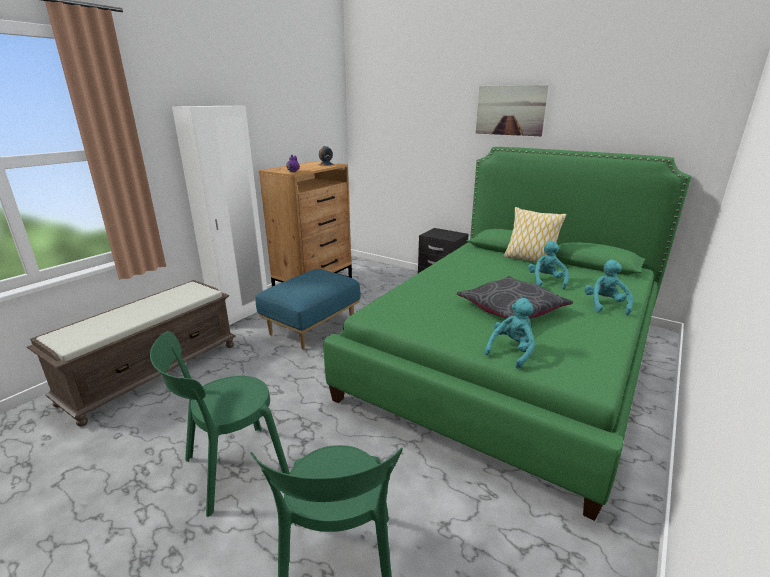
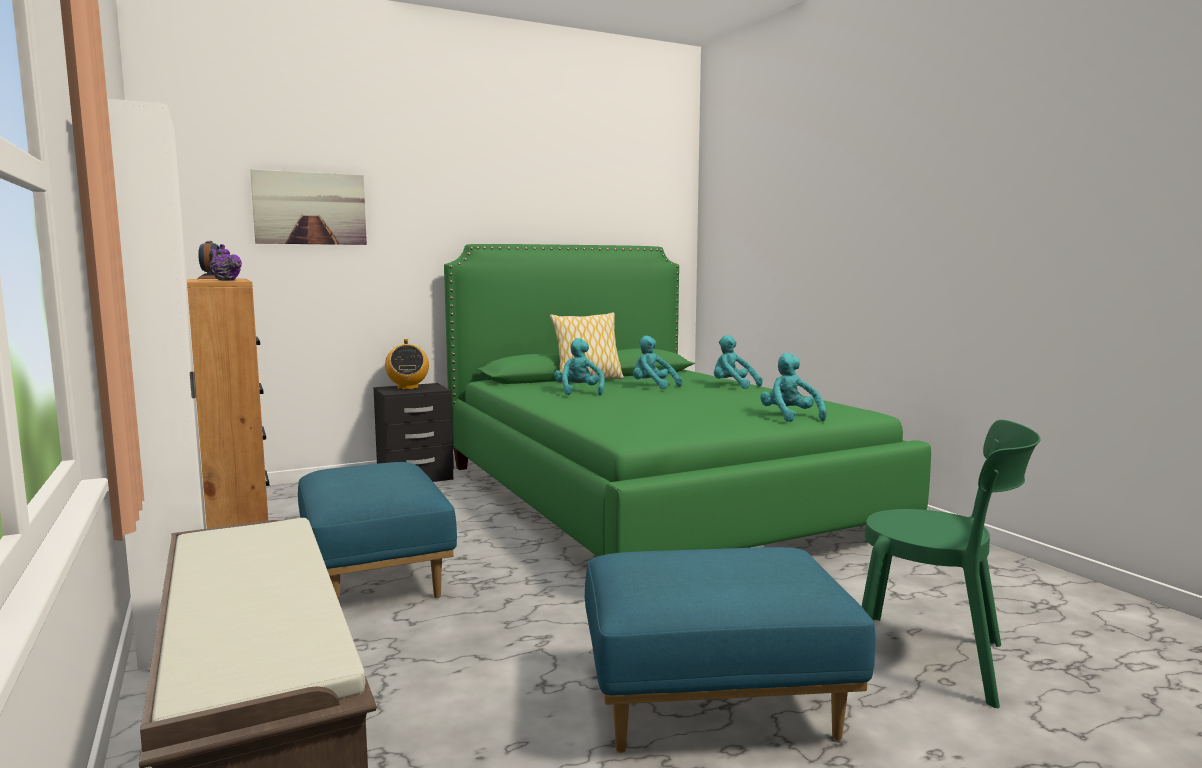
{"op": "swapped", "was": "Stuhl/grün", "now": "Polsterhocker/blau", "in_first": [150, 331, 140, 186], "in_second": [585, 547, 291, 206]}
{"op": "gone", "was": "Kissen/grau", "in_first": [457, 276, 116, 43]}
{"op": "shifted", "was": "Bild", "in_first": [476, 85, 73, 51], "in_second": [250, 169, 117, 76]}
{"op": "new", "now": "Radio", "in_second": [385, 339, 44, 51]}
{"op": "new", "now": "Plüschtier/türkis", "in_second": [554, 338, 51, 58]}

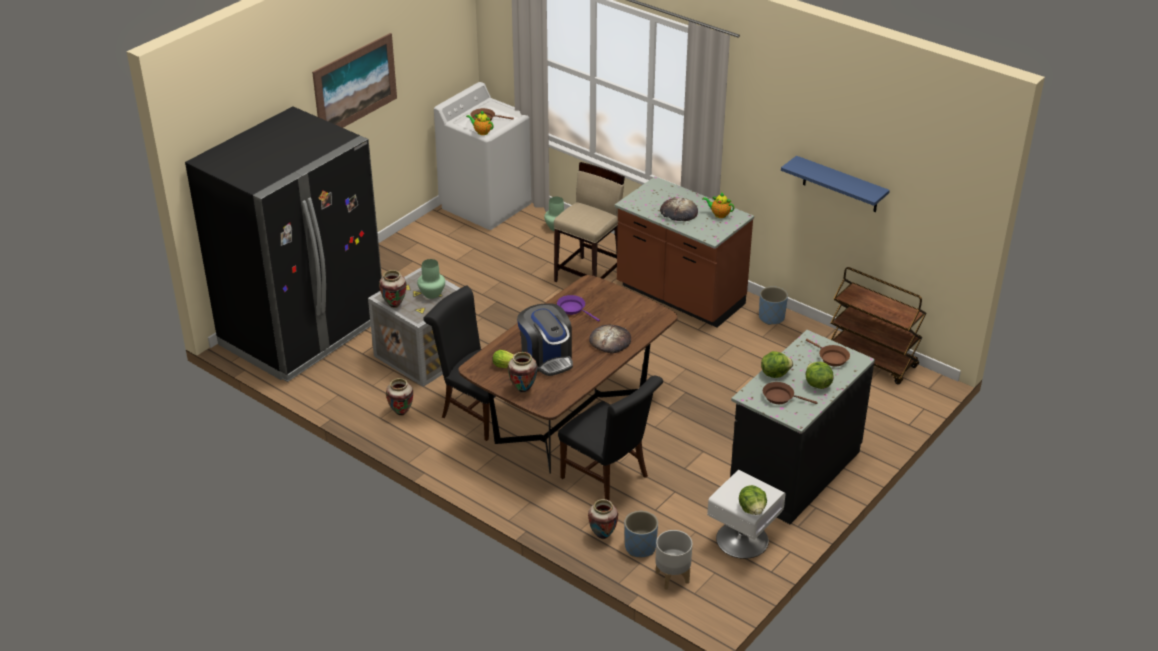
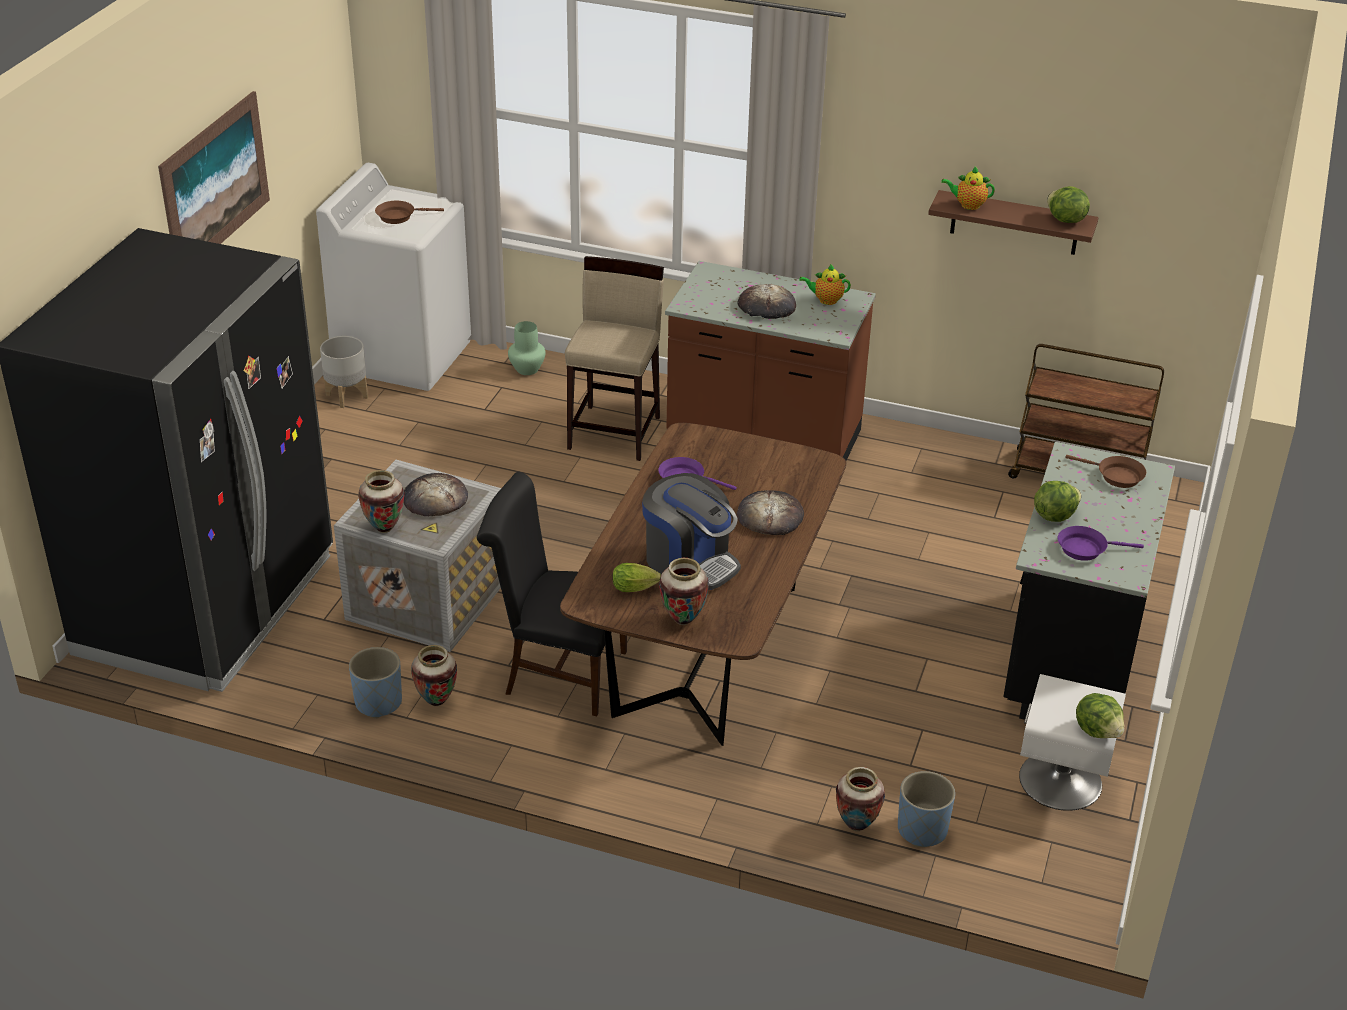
{"op": "swapped", "was": "Vase/grün", "now": "Brot", "in_first": [417, 259, 28, 40], "in_second": [404, 473, 64, 43]}
{"op": "shifted", "was": "Teekanne", "in_first": [466, 111, 28, 24], "in_second": [941, 167, 54, 43]}
{"op": "gone", "was": "Stuhl/schwarz", "in_first": [558, 376, 105, 125]}
{"op": "shifted", "was": "Pflanzkübel/grau", "in_first": [655, 530, 38, 60], "in_second": [320, 336, 48, 72]}
{"op": "shifted", "was": "Pflanzkübel/blau", "in_first": [759, 286, 29, 39], "in_second": [349, 647, 53, 71]}
{"op": "repainted", "was": "Pfanne/braun", "now": "Pfanne/lila", "in_first": [763, 382, 55, 22], "in_second": [1057, 526, 87, 35]}
{"op": "repainted", "was": "Wandregal/blau", "now": "Wandregal/braun", "in_first": [781, 156, 109, 56], "in_second": [928, 190, 171, 65]}
{"op": "shifted", "was": "Salatkopf", "in_first": [805, 362, 29, 27], "in_second": [1047, 186, 43, 37]}

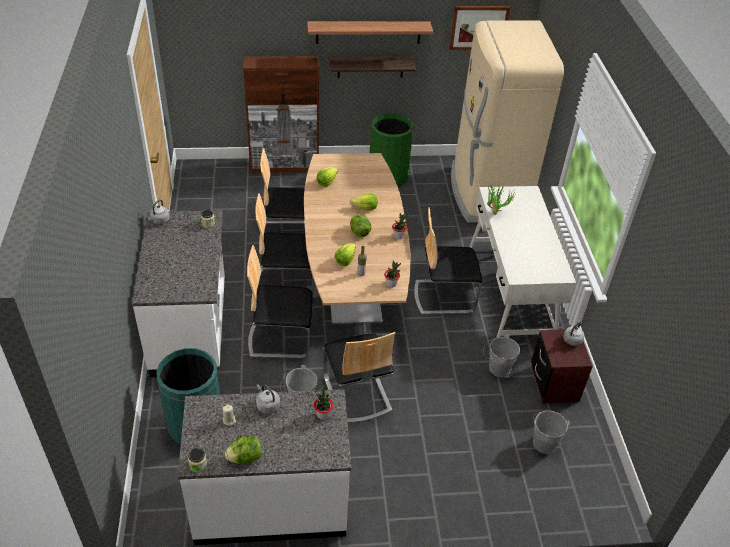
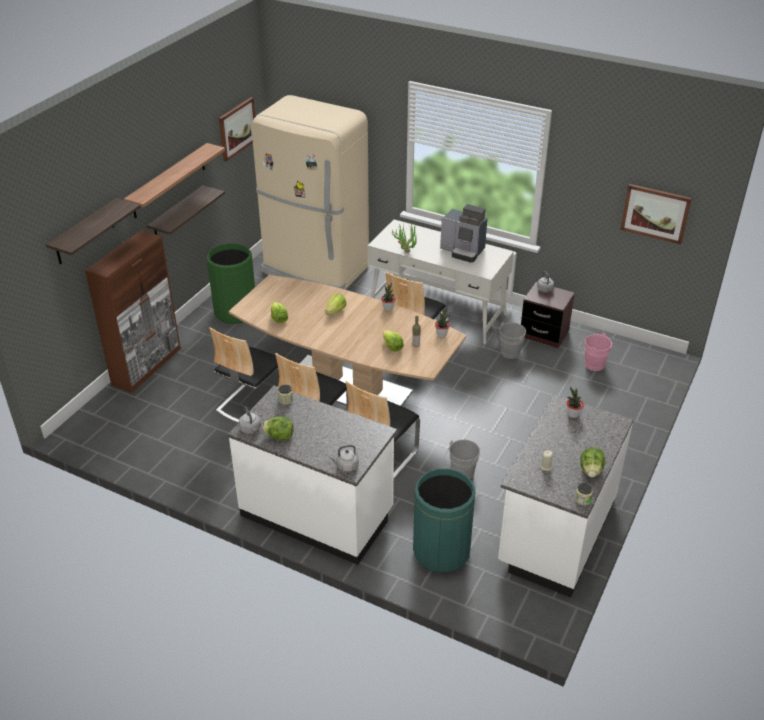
{"op": "shifted", "was": "Wasserkessel/grau", "in_first": [256, 384, 24, 30], "in_second": [329, 445, 30, 27]}
{"op": "gone", "was": "Stuhl", "in_first": [323, 332, 72, 91]}
{"op": "shifted", "was": "Salatkopf", "in_first": [350, 214, 21, 23], "in_second": [262, 416, 32, 24]}
{"op": "repainted", "was": "Eimer/grau", "now": "Eimer/rosa", "in_first": [533, 410, 37, 44], "in_second": [579, 332, 33, 39]}
{"op": "new", "now": "Wandregal", "in_second": [46, 198, 95, 66]}
{"op": "new", "now": "Kaffeemaschine", "in_second": [440, 204, 47, 59]}
{"op": "new", "now": "Bild", "in_second": [620, 184, 72, 60]}

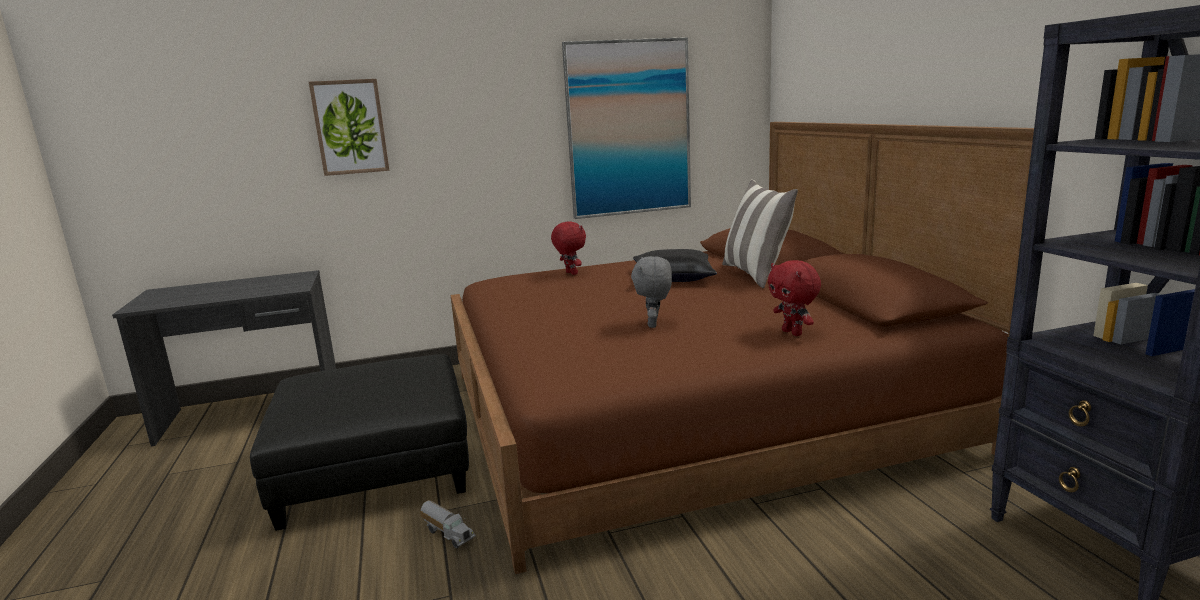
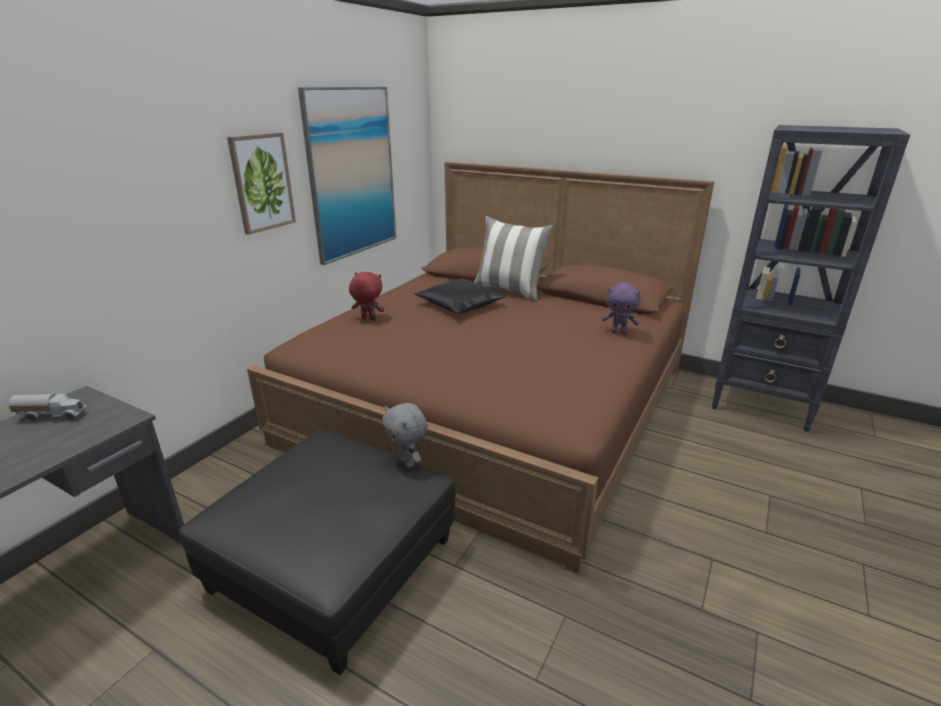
{"op": "shifted", "was": "Bild", "in_first": [309, 79, 80, 97], "in_second": [227, 132, 69, 103]}
{"op": "shifted", "was": "Spielzeuglaster", "in_first": [420, 500, 56, 48], "in_second": [9, 393, 79, 28]}
{"op": "shifted", "was": "Plüschtier/grau", "in_first": [631, 256, 41, 72], "in_second": [382, 403, 46, 65]}
{"op": "repainted", "was": "Plüschtier/rot", "now": "Plüschtier/lila", "in_first": [768, 260, 53, 76], "in_second": [602, 283, 39, 51]}

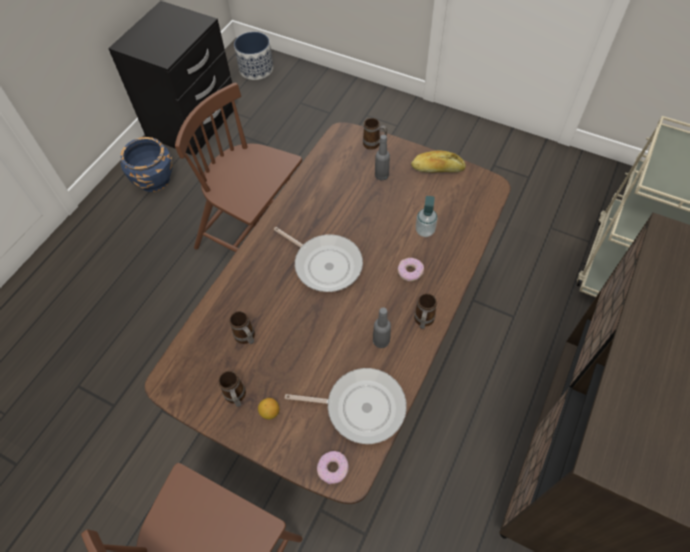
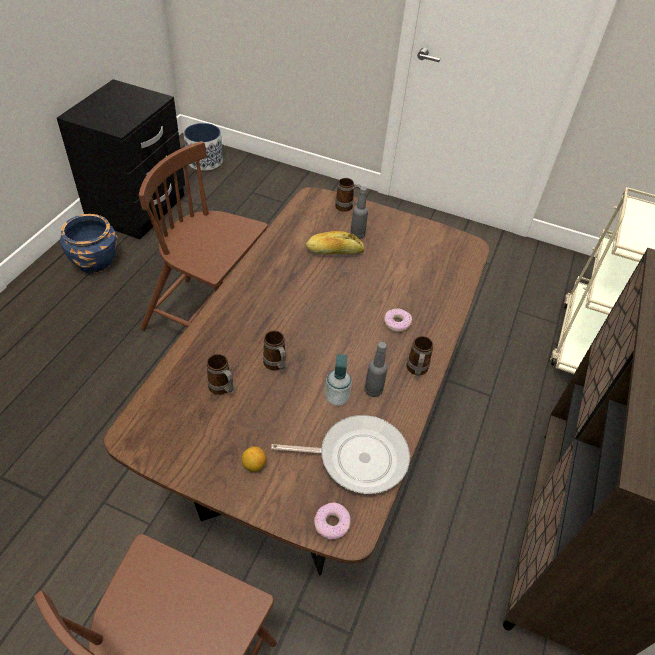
{"op": "shifted", "was": "Henkelbecher", "in_first": [218, 371, 28, 36], "in_second": [263, 330, 23, 40]}
{"op": "gone", "was": "Pfanne", "in_first": [274, 227, 89, 65]}
{"op": "shifted", "was": "Brot", "in_first": [411, 150, 54, 23], "in_second": [306, 231, 58, 24]}
{"op": "shifted", "was": "Seifenspender", "in_first": [415, 196, 23, 41], "in_second": [325, 354, 27, 52]}

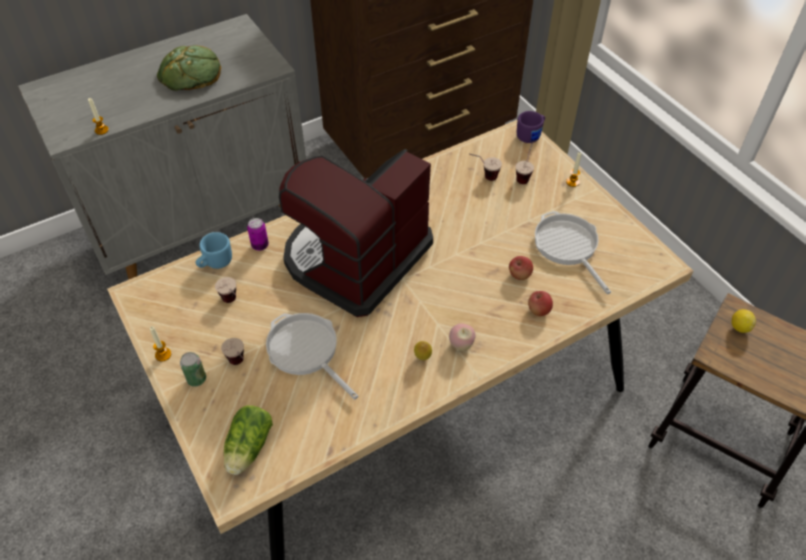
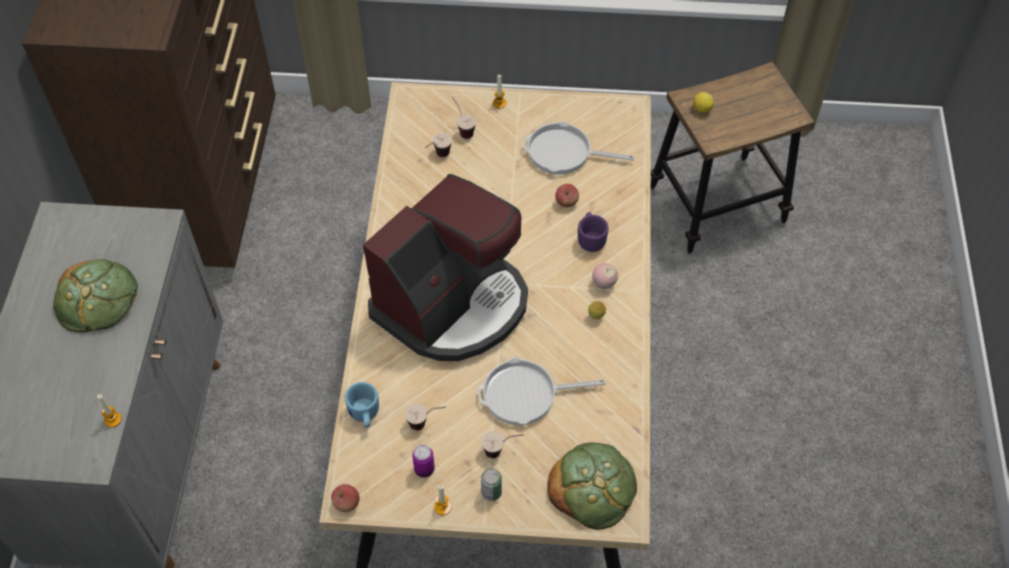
{"op": "swapped", "was": "Salatkopf", "now": "Brot", "in_first": [224, 405, 49, 70], "in_second": [547, 443, 90, 87]}
{"op": "shifted", "was": "Dose", "in_first": [247, 218, 22, 33], "in_second": [412, 445, 23, 33]}
{"op": "rotated", "was": "Kaffeemaschine", "in_first": [279, 149, 154, 168], "in_second": [363, 174, 165, 187], "clockwise": -120}
{"op": "shifted", "was": "Henkelbecher/lila", "in_first": [517, 111, 28, 32], "in_second": [578, 212, 31, 40]}
{"op": "shifted", "was": "Apfel", "in_first": [528, 291, 25, 25], "in_second": [331, 484, 29, 28]}

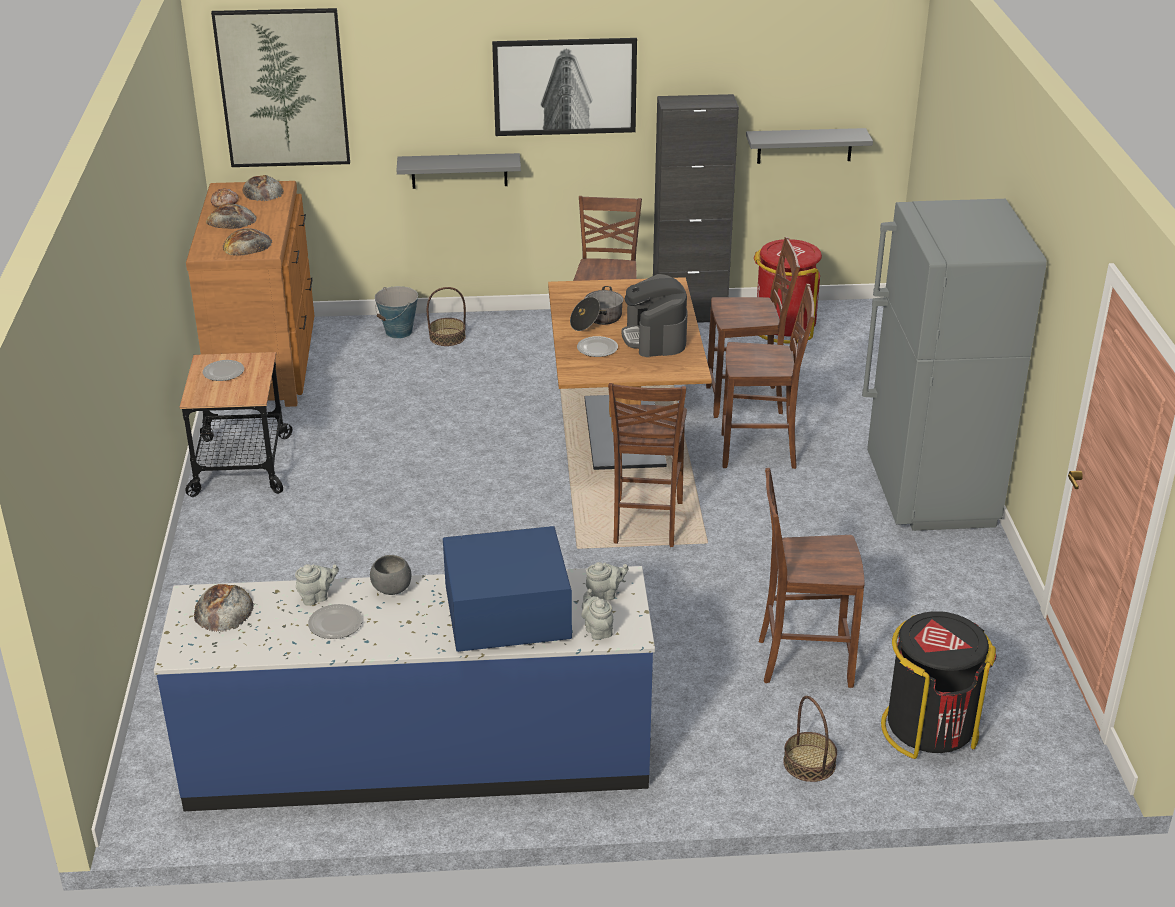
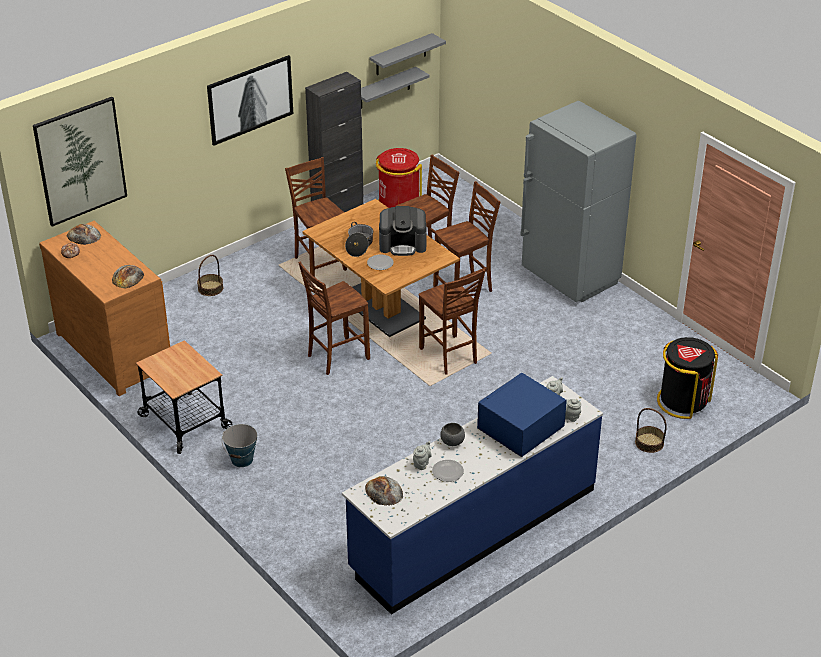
{"op": "gone", "was": "Teller", "in_first": [203, 360, 41, 21]}
{"op": "gone", "was": "Brot", "in_first": [206, 203, 51, 26]}
{"op": "shifted", "was": "Eimer", "in_first": [375, 286, 43, 53], "in_second": [222, 424, 36, 43]}
{"op": "shifted", "was": "Wandregal/grau", "in_first": [396, 153, 125, 36], "in_second": [370, 33, 76, 42]}
{"op": "rotated", "was": "Kaffeemaschine", "in_first": [621, 274, 67, 83], "in_second": [379, 206, 47, 50], "clockwise": -45}
{"op": "shifted", "was": "Stuhl/braun", "in_first": [759, 468, 106, 220], "in_second": [298, 261, 72, 114]}

